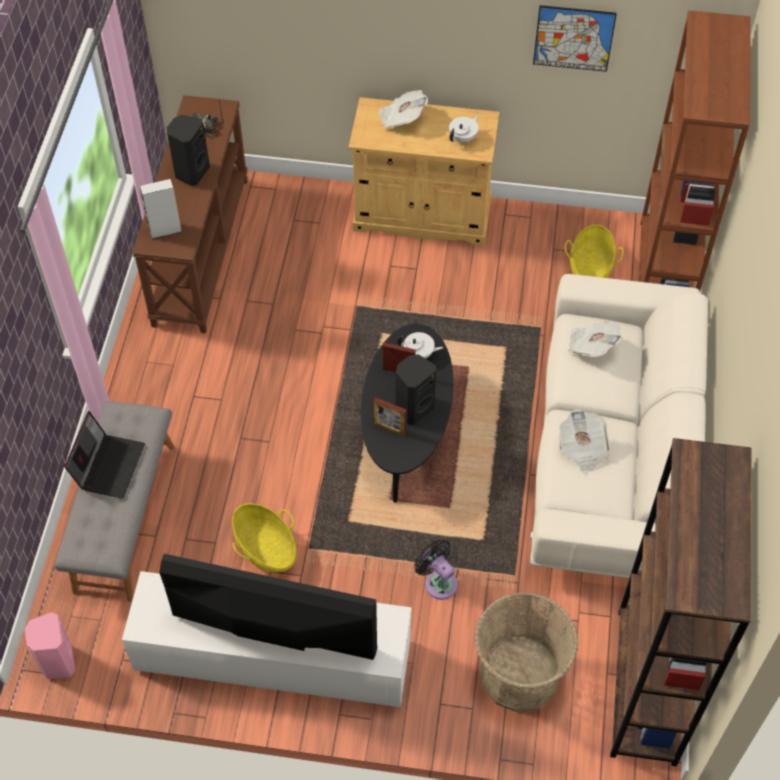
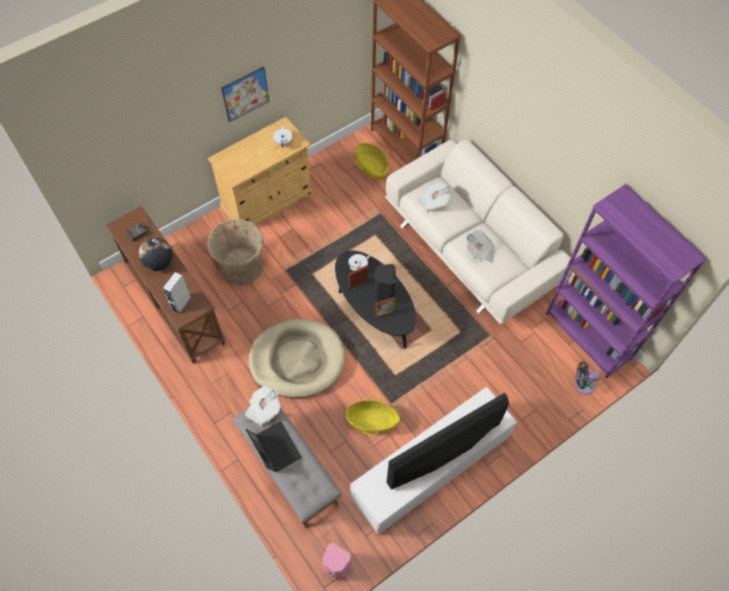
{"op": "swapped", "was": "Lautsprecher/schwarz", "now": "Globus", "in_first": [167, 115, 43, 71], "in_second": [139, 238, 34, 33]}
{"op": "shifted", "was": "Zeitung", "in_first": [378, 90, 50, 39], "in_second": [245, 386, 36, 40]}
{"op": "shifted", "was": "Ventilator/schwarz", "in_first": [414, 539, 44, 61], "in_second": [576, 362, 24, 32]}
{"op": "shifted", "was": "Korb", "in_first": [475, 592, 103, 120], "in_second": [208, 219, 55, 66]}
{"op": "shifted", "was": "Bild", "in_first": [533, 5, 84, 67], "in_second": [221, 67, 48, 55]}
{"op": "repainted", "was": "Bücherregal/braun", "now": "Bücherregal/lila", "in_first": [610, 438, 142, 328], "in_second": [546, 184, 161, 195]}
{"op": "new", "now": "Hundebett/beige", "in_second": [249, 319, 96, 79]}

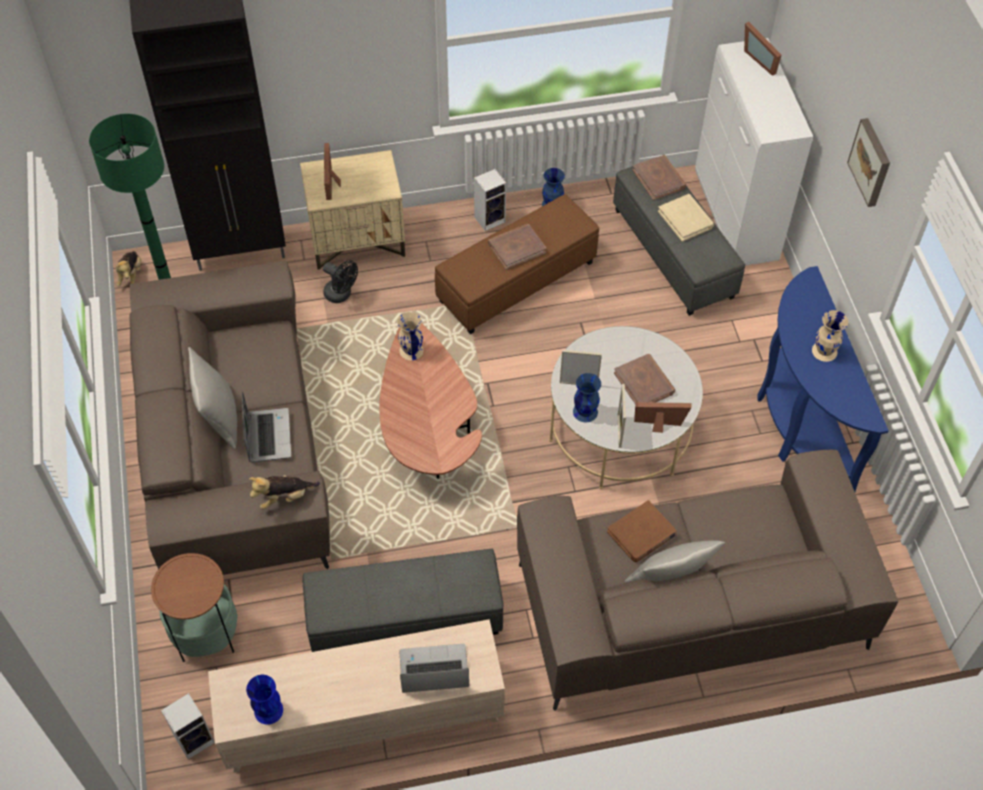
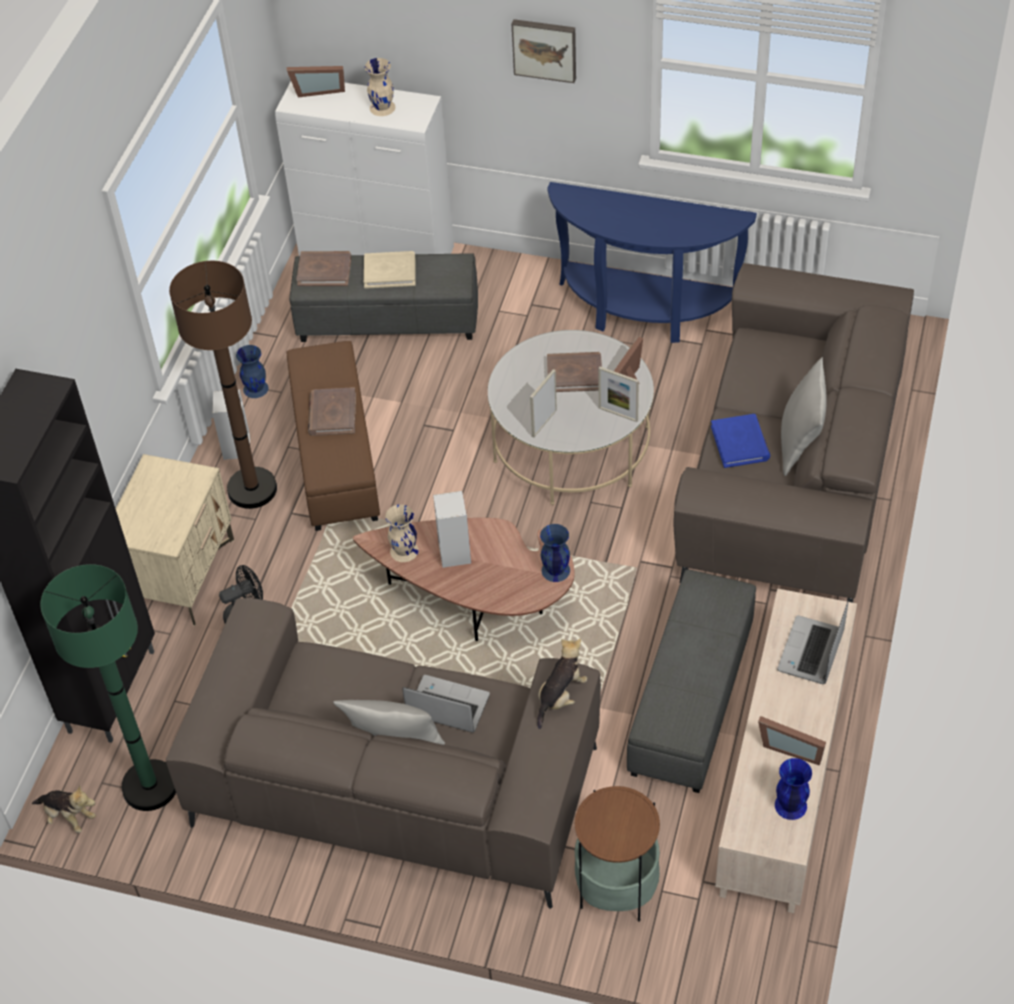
{"op": "shifted", "was": "Lautsprecher", "in_first": [161, 693, 54, 67], "in_second": [433, 491, 38, 77]}
{"op": "rotated", "was": "Plüschtier", "in_first": [249, 475, 71, 34], "in_second": [537, 639, 50, 90], "clockwise": -150}
{"op": "shifted", "was": "Bilderrahmen", "in_first": [324, 143, 17, 57], "in_second": [758, 716, 68, 50]}
{"op": "shifted", "was": "Vase/blau", "in_first": [573, 373, 28, 49], "in_second": [540, 524, 30, 58]}
{"op": "repainted", "was": "Buch/braun", "now": "Buch/blau", "in_first": [607, 500, 70, 62], "in_second": [711, 414, 59, 54]}
{"op": "shifted", "was": "Vase/beige", "in_first": [812, 310, 36, 52], "in_second": [365, 58, 30, 58]}
{"op": "new", "now": "Stehlampe/braun", "in_second": [169, 261, 108, 248]}

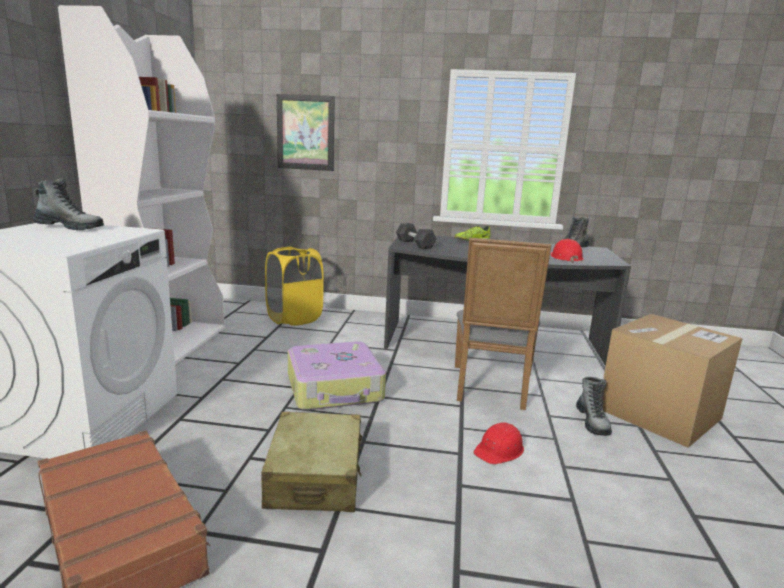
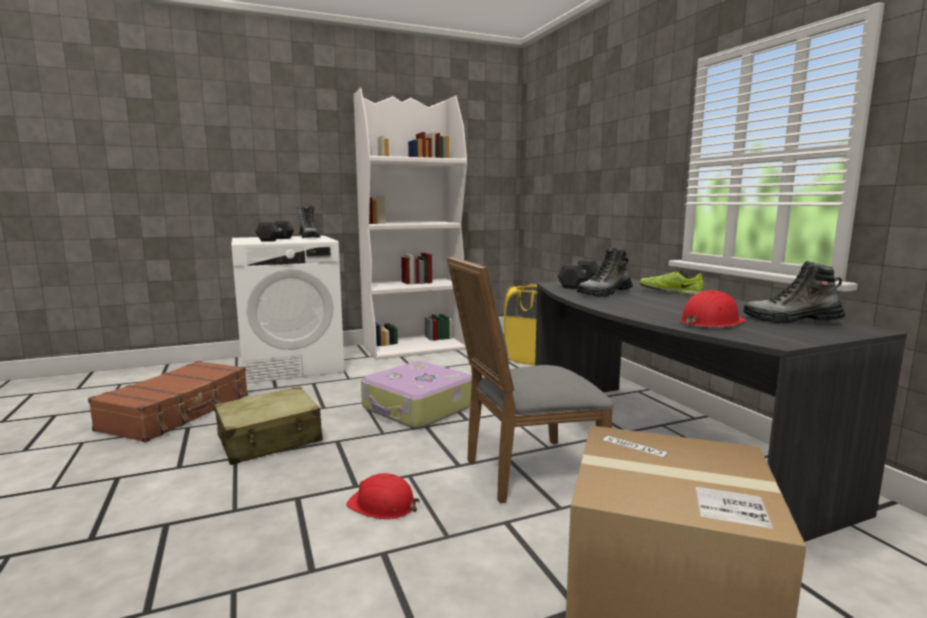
{"op": "gone", "was": "Bild", "in_first": [277, 94, 58, 77]}
{"op": "shifted", "was": "Stiefel", "in_first": [576, 377, 36, 59], "in_second": [577, 247, 56, 50]}
{"op": "new", "now": "Hantel/grau", "in_second": [256, 221, 38, 21]}

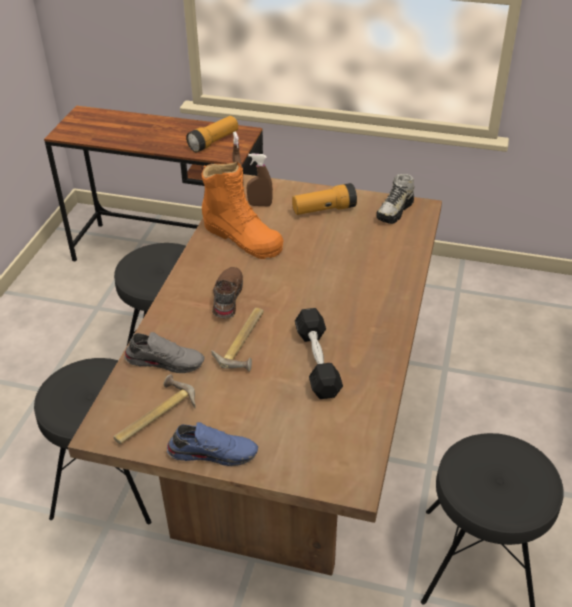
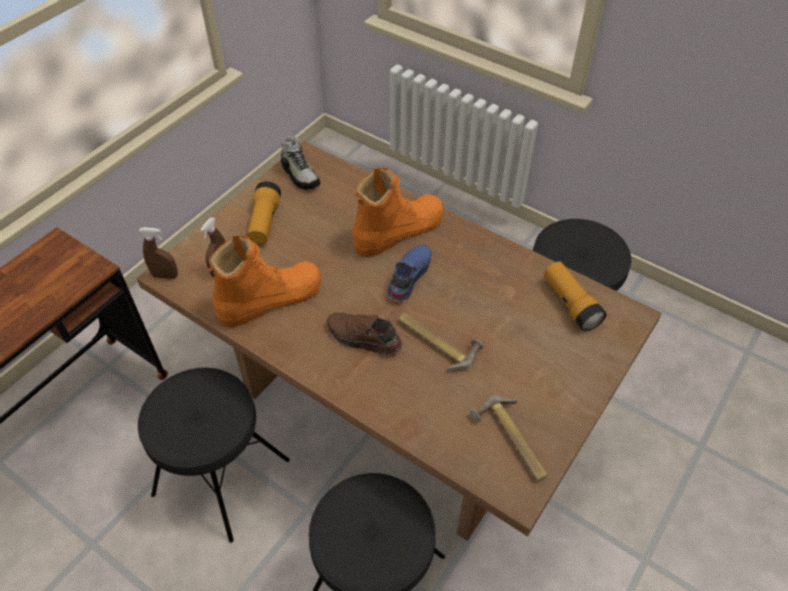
{"op": "gone", "was": "Schuh/grau", "in_first": [124, 332, 81, 41]}
{"op": "shifted", "was": "Schuh/blau", "in_first": [167, 422, 91, 44], "in_second": [387, 245, 45, 57]}
{"op": "shifted", "was": "Taschenlampe", "in_first": [186, 116, 52, 36], "in_second": [544, 261, 63, 70]}
{"op": "gone", "was": "Hantel/schwarz", "in_first": [295, 308, 48, 91]}
{"op": "new", "now": "Stiefel/orange", "in_second": [352, 168, 92, 89]}

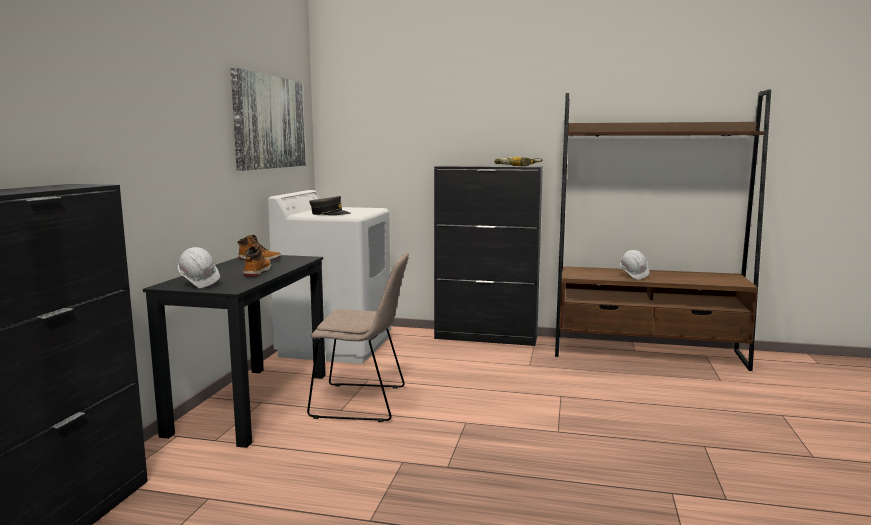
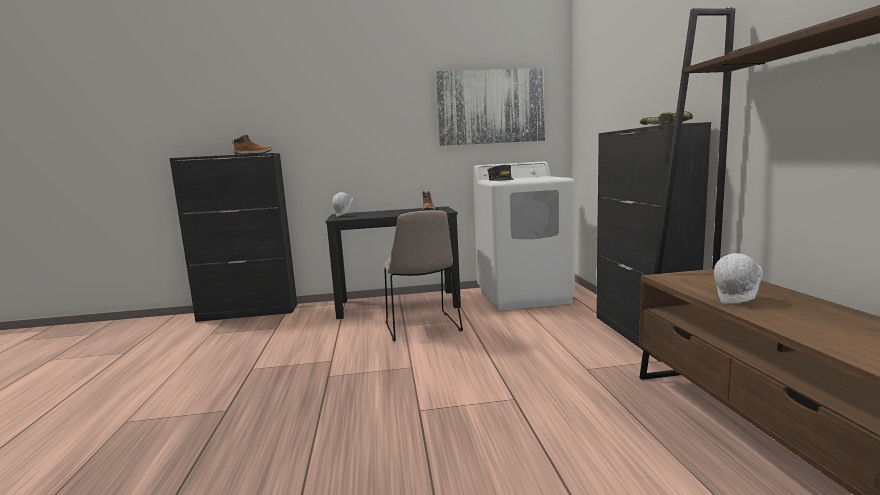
{"op": "shifted", "was": "Stiefel", "in_first": [244, 246, 27, 31], "in_second": [232, 135, 40, 20]}

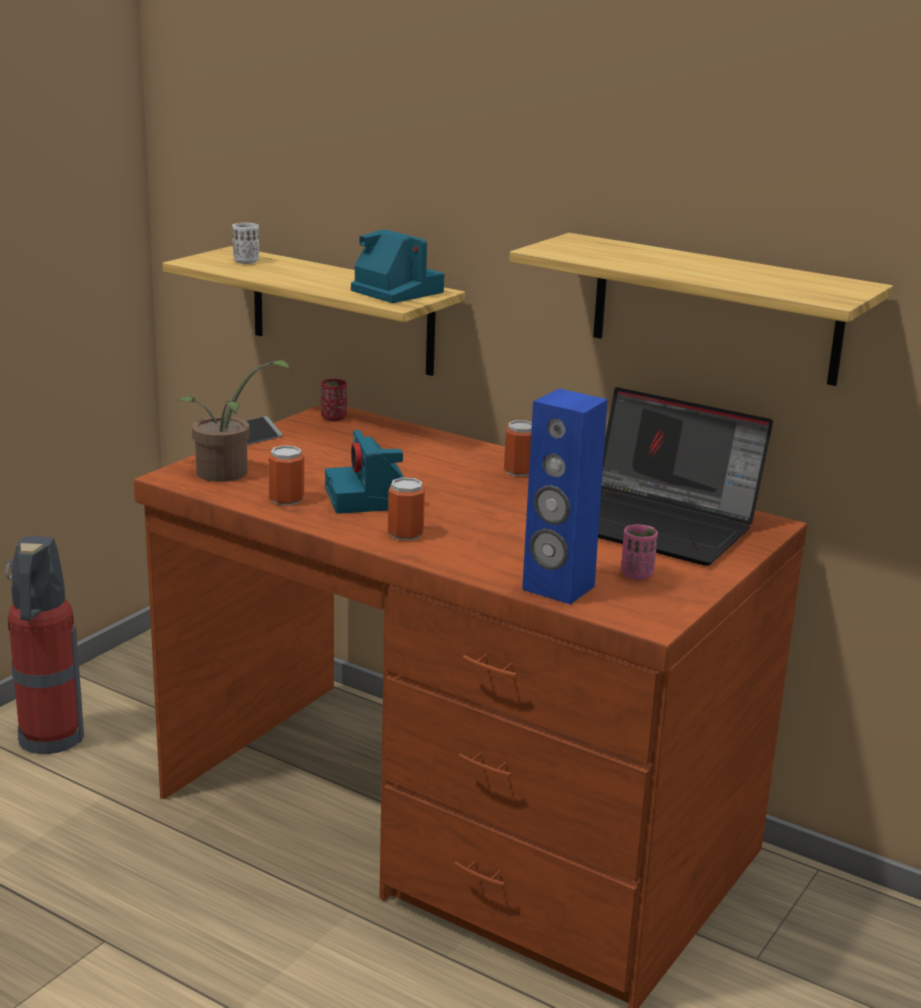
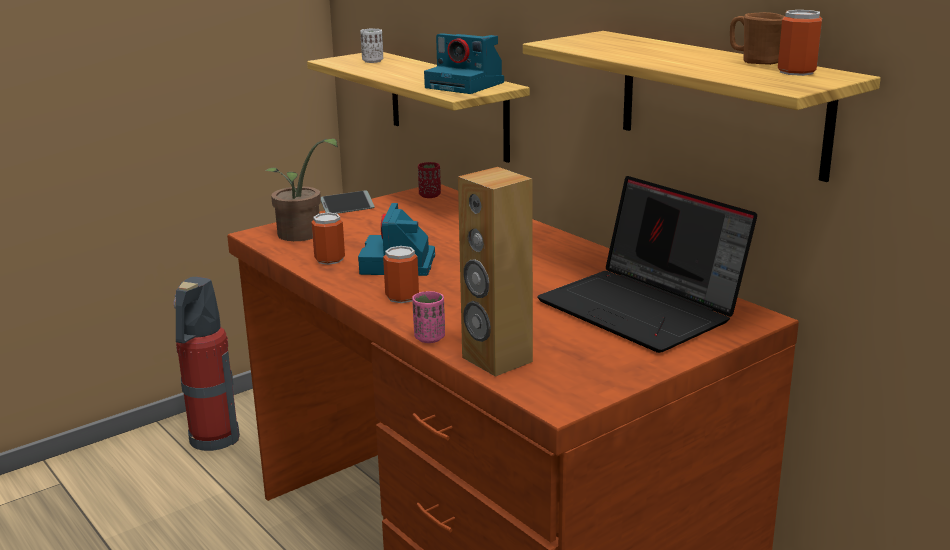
{"op": "rotated", "was": "Kamera", "in_first": [351, 229, 93, 74], "in_second": [424, 33, 80, 61], "clockwise": 150}
{"op": "shifted", "was": "Dose", "in_first": [504, 420, 28, 56], "in_second": [778, 10, 44, 66]}
{"op": "repainted", "was": "Lautsprecher/blau", "now": "Lautsprecher/braun", "in_first": [522, 388, 86, 217], "in_second": [458, 167, 75, 210]}
{"op": "shifted", "was": "Tasse/rosa", "in_first": [621, 525, 37, 55], "in_second": [412, 291, 33, 52]}
{"op": "new", "now": "Henkelbecher/braun", "in_second": [730, 12, 54, 53]}

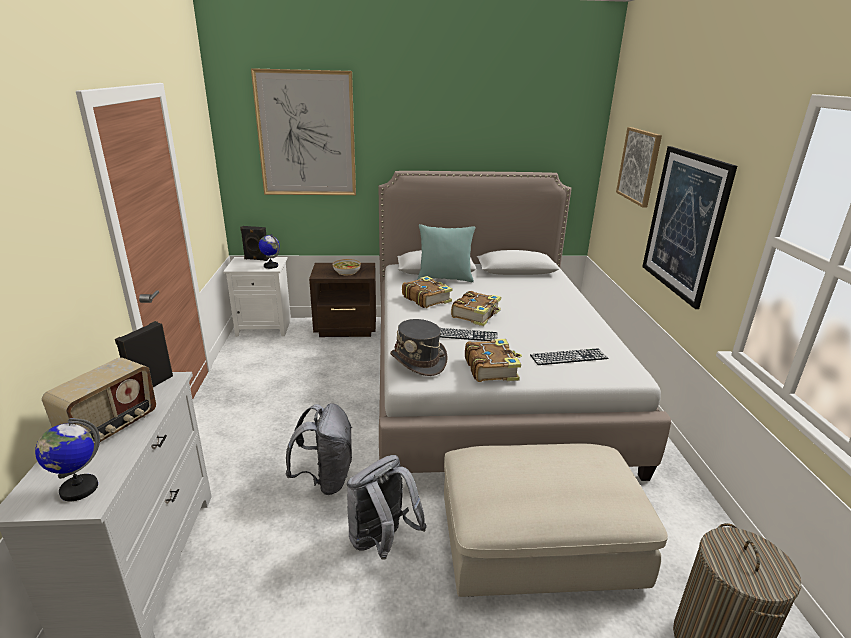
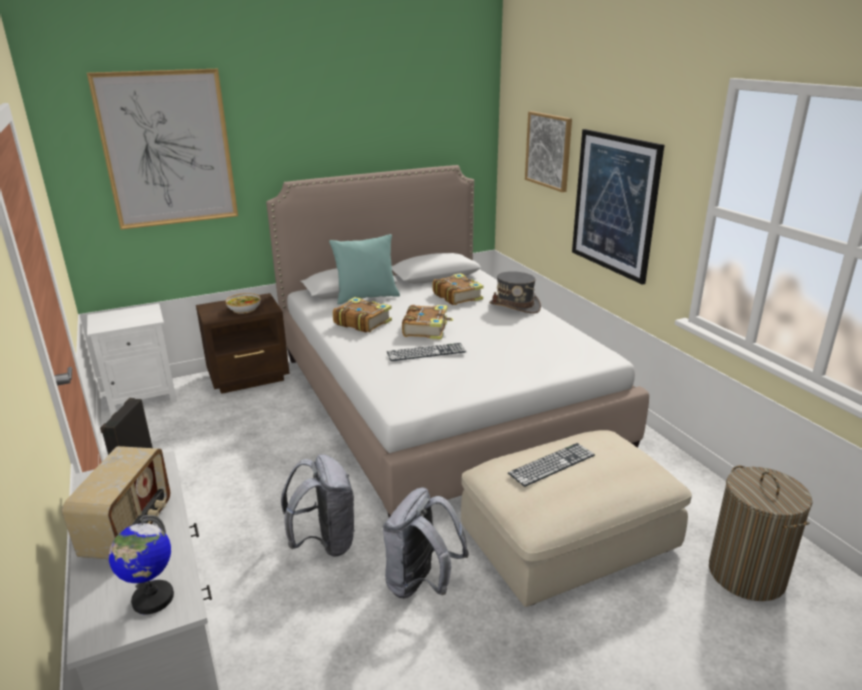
{"op": "gone", "was": "Lautsprecher/schwarz", "in_first": [240, 226, 29, 35]}
{"op": "gone", "was": "Globus", "in_first": [259, 234, 21, 35]}
{"op": "shifted", "was": "Hut/grau", "in_first": [390, 319, 58, 57], "in_second": [489, 271, 52, 43]}
{"op": "shifted", "was": "Buch", "in_first": [465, 339, 57, 43], "in_second": [432, 273, 52, 32]}
{"op": "shifted", "was": "Tastatur", "in_first": [530, 349, 78, 16], "in_second": [508, 443, 87, 44]}

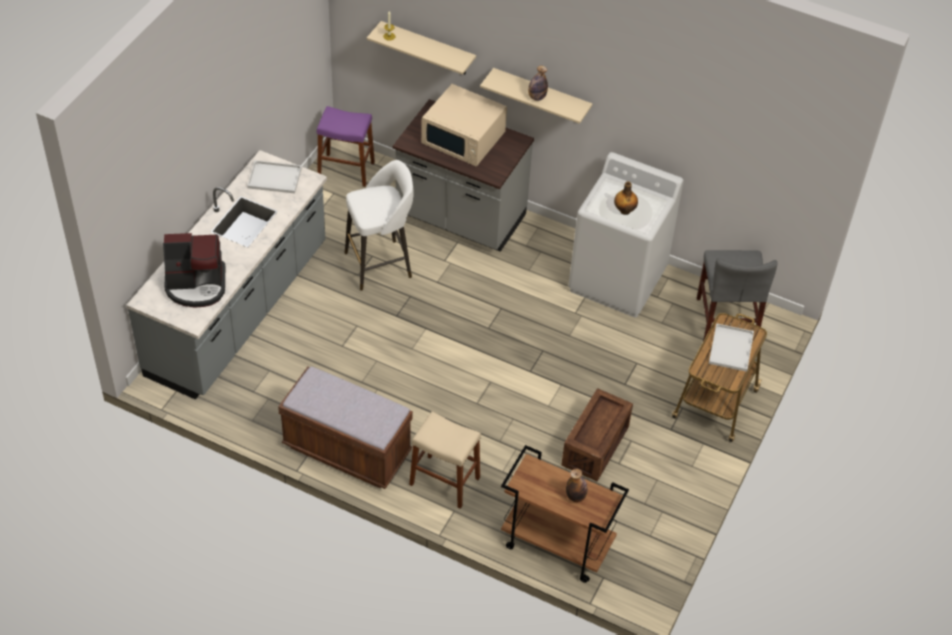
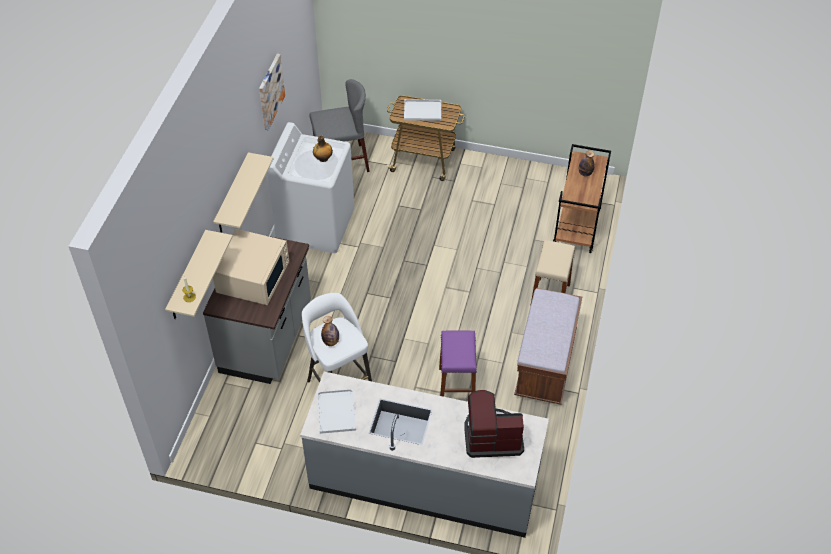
{"op": "rotated", "was": "Kaffeemaschine", "in_first": [163, 233, 62, 75], "in_second": [465, 390, 59, 68], "clockwise": -75}
{"op": "shifted", "was": "Hocker/lila", "in_first": [317, 106, 58, 81], "in_second": [439, 330, 38, 67]}
{"op": "shifted", "was": "Flasche", "in_first": [528, 66, 20, 35], "in_second": [321, 316, 18, 30]}
{"op": "gone", "was": "Kiste", "in_first": [561, 388, 72, 93]}
{"op": "new", "now": "Bild", "in_second": [259, 54, 26, 76]}

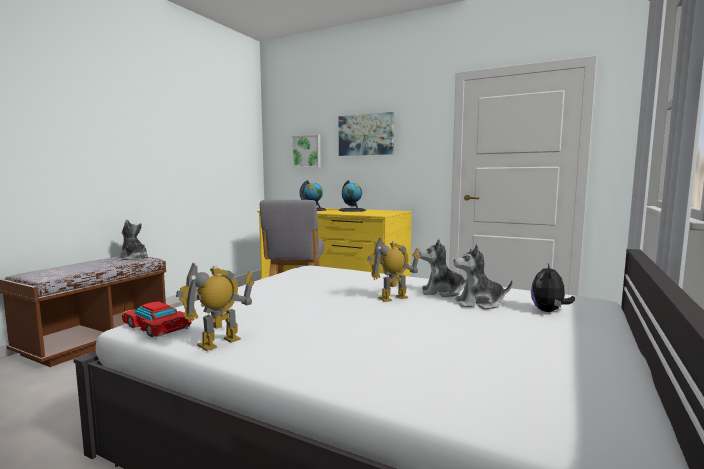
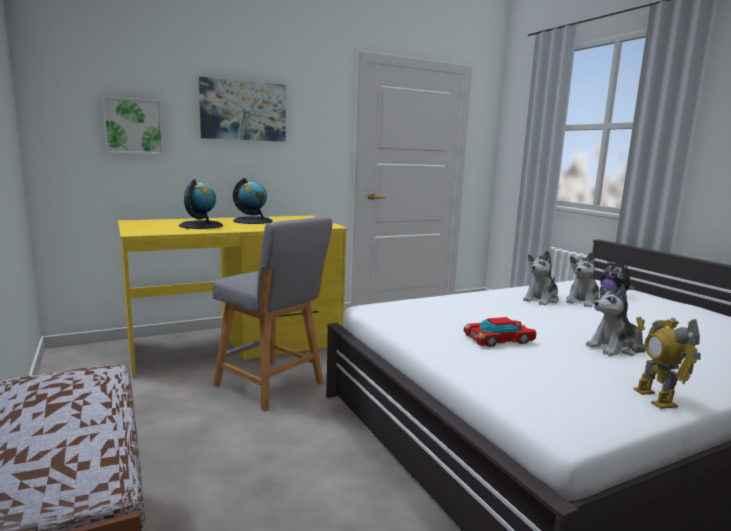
{"op": "shifted", "was": "Plüschtier", "in_first": [118, 220, 30, 40], "in_second": [586, 284, 59, 72]}
{"op": "shifted", "was": "Spielzeugauto", "in_first": [122, 301, 69, 36], "in_second": [464, 317, 73, 30]}
{"op": "gone", "was": "Spielzeugroboter", "in_first": [367, 238, 54, 64]}

